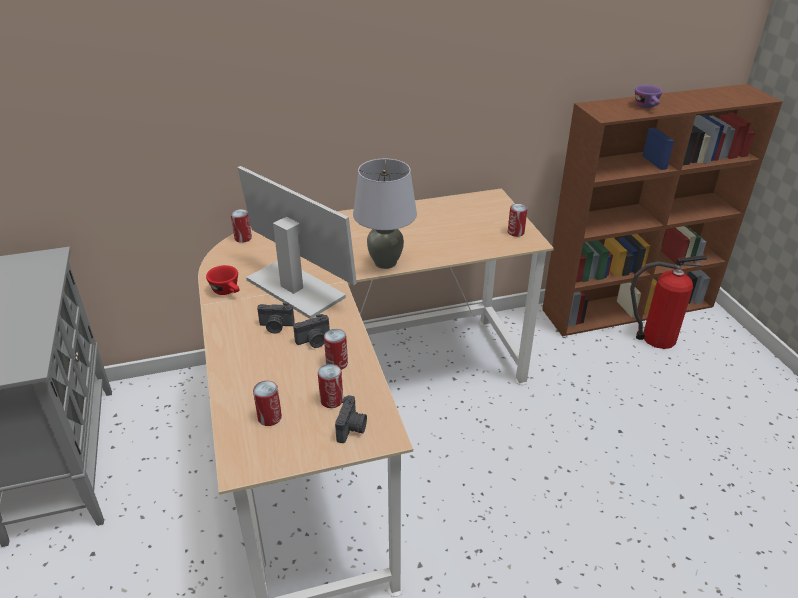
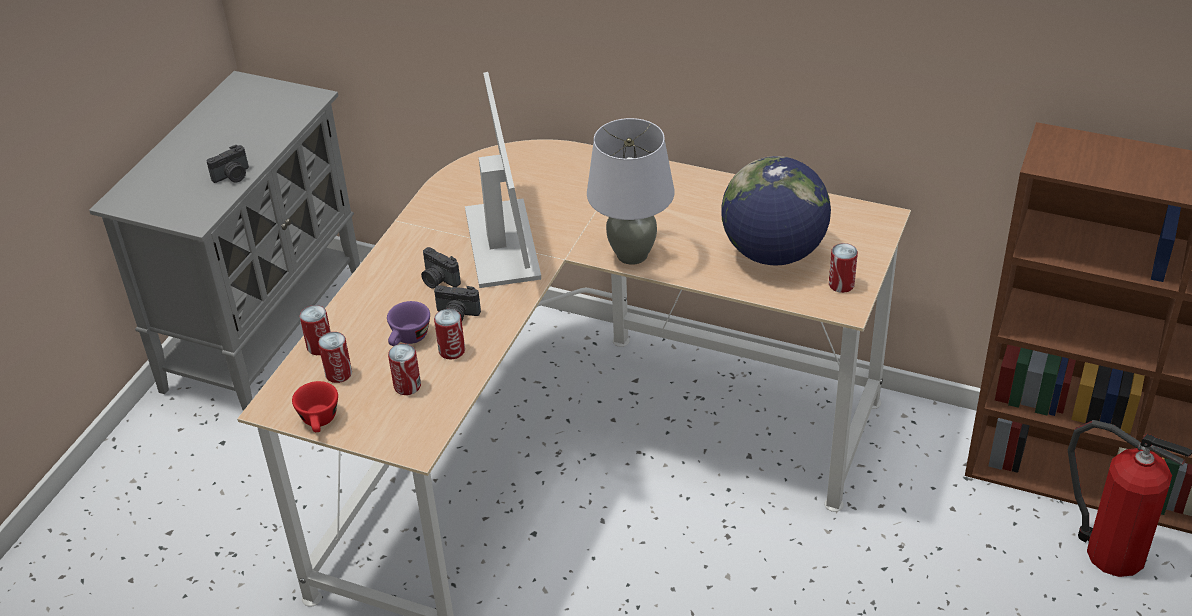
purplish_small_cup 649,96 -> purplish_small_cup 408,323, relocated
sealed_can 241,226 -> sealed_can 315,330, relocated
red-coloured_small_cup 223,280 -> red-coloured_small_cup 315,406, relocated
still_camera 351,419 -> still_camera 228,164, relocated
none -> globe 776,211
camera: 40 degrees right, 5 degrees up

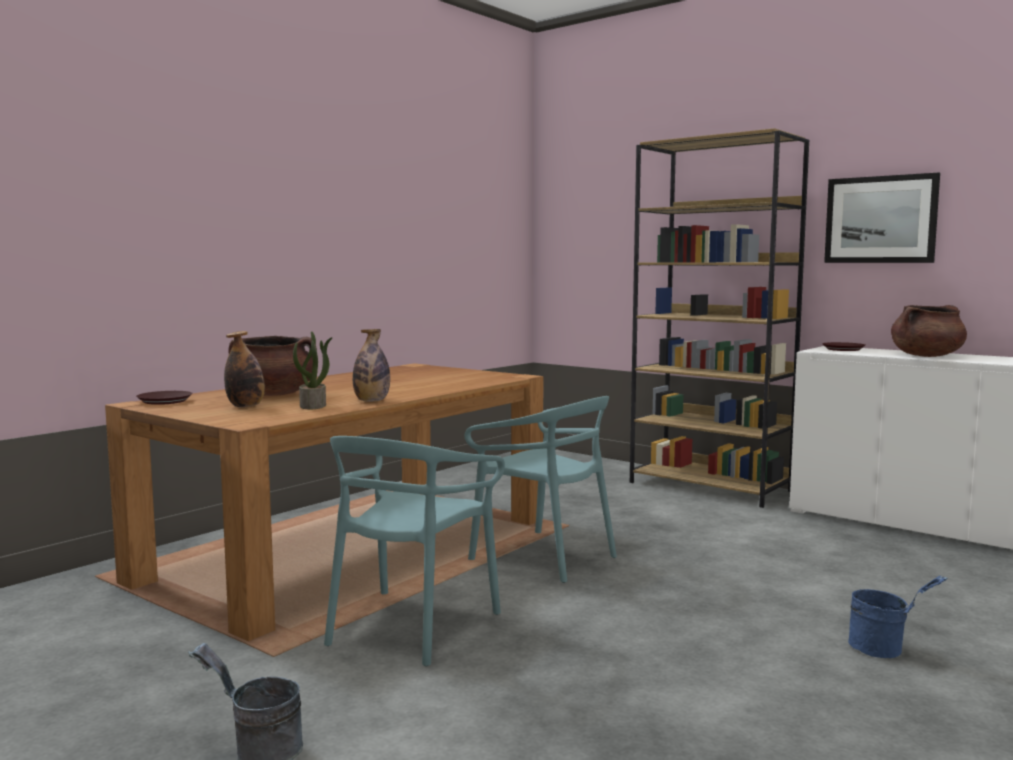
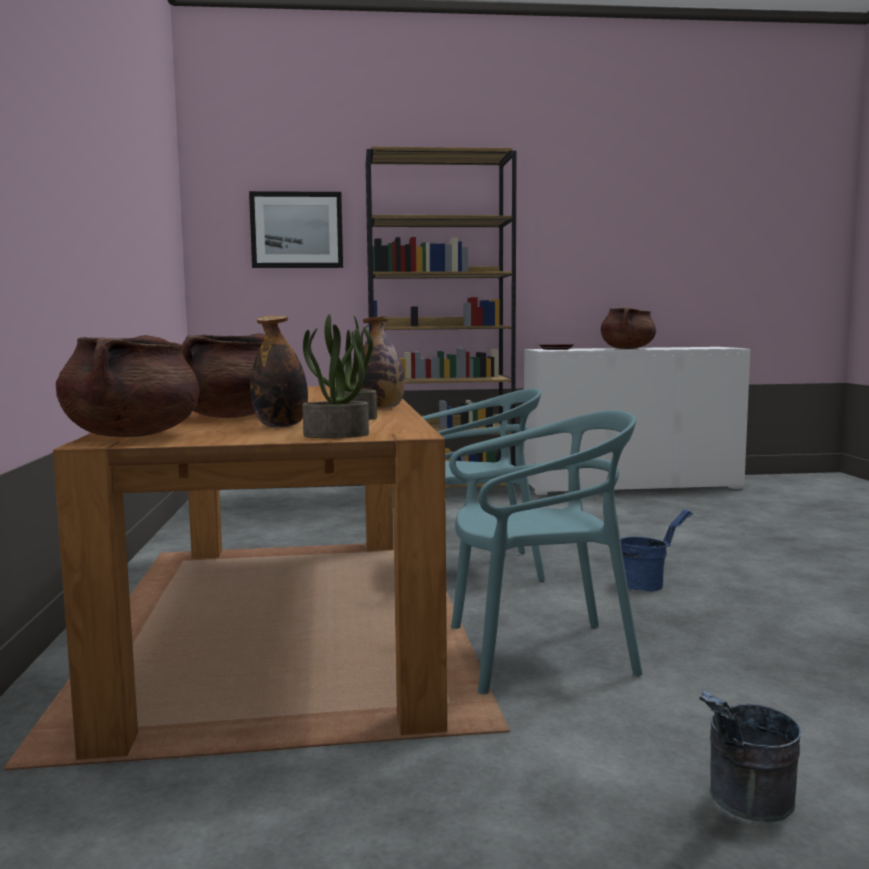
wall_picture 882,218 -> wall_picture 296,229, relocated
brown_plate 164,398 -> brown_stockpot 128,386
turquoise_plain_chair 414,551 -> turquoise_plain_chair 545,552, 75 degrees counterclockwise
blue-coloured_pail 898,617 -> blue-coloured_pail 656,550, relocated
none -> houseplant 336,376
camera: 45 degrees left, 0 degrees up

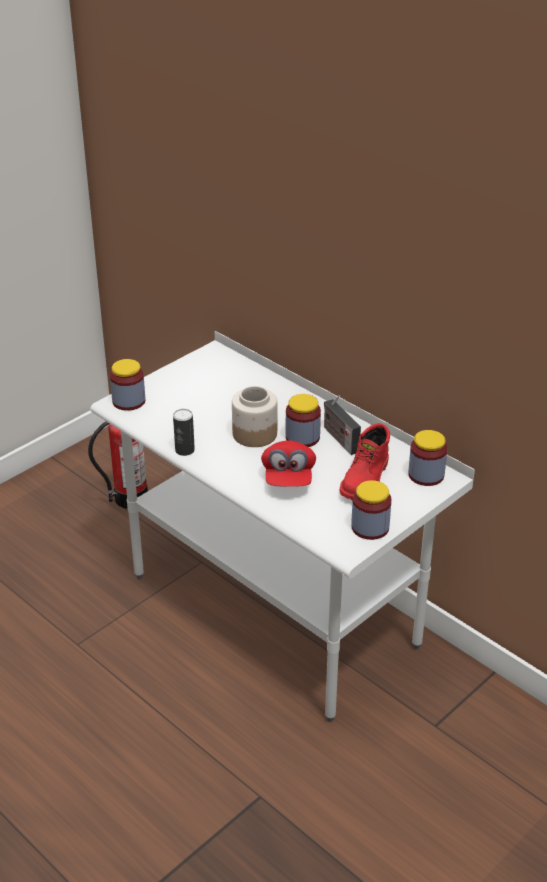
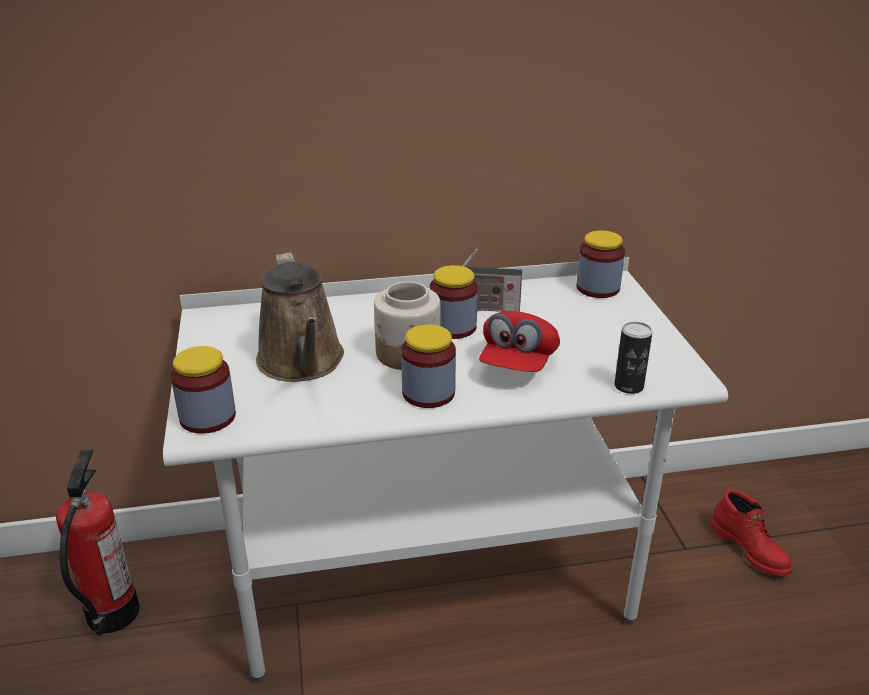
sealed_can 184,432 -> sealed_can 633,358, relocated
red-coloured_high-top_boot 365,461 -> red-coloured_high-top_boot 751,532, relocated
red-coloured_peaked_cap 288,463 -> red-coloured_peaked_cap 519,341, 75 degrees clockwise
storage_jar 371,510 -> storage_jar 428,366, relocated
none -> brown_watering_can 300,317
camera: 55 degrees left, 5 degrees down

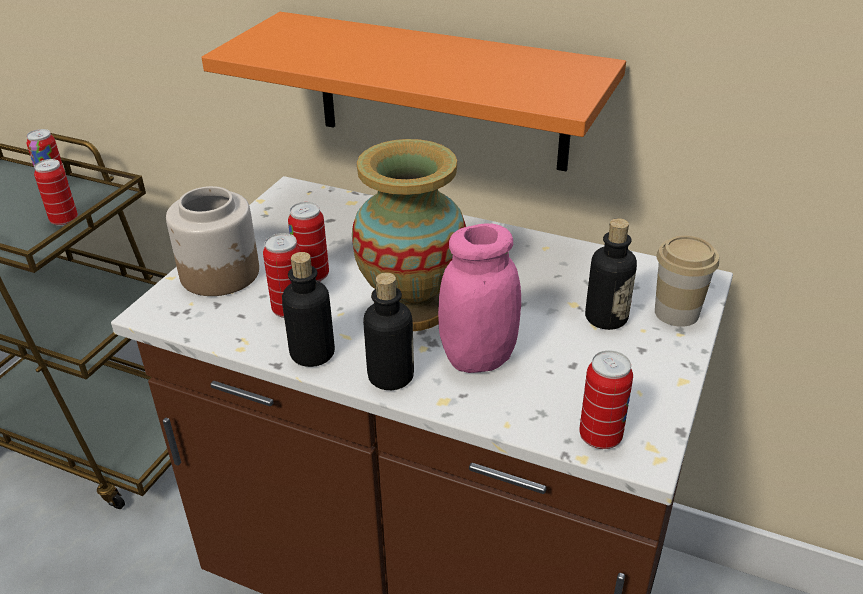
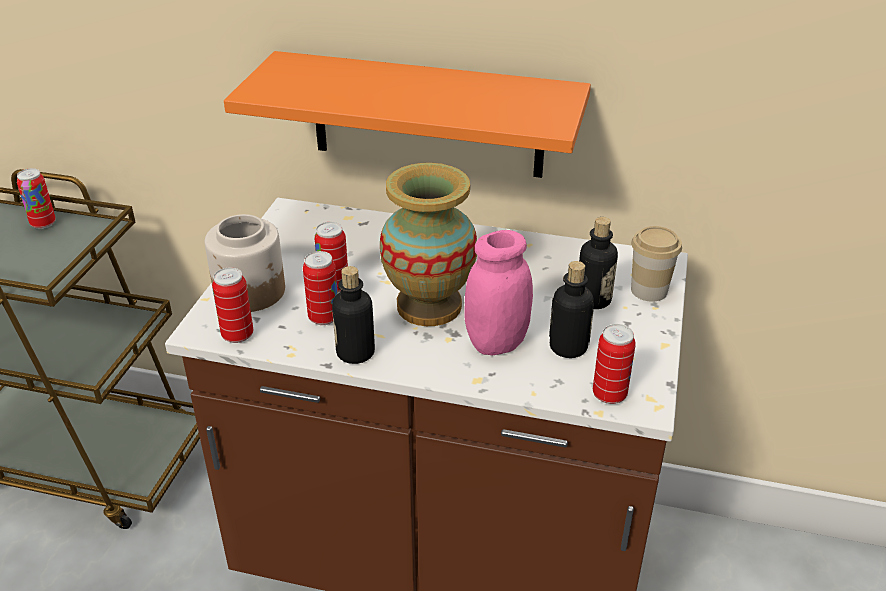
sealed_can 56,192 -> sealed_can 232,305, relocated
beverage_bottle 388,331 -> beverage_bottle 571,309, relocated
camera: 10 degrees left, 0 degrees up

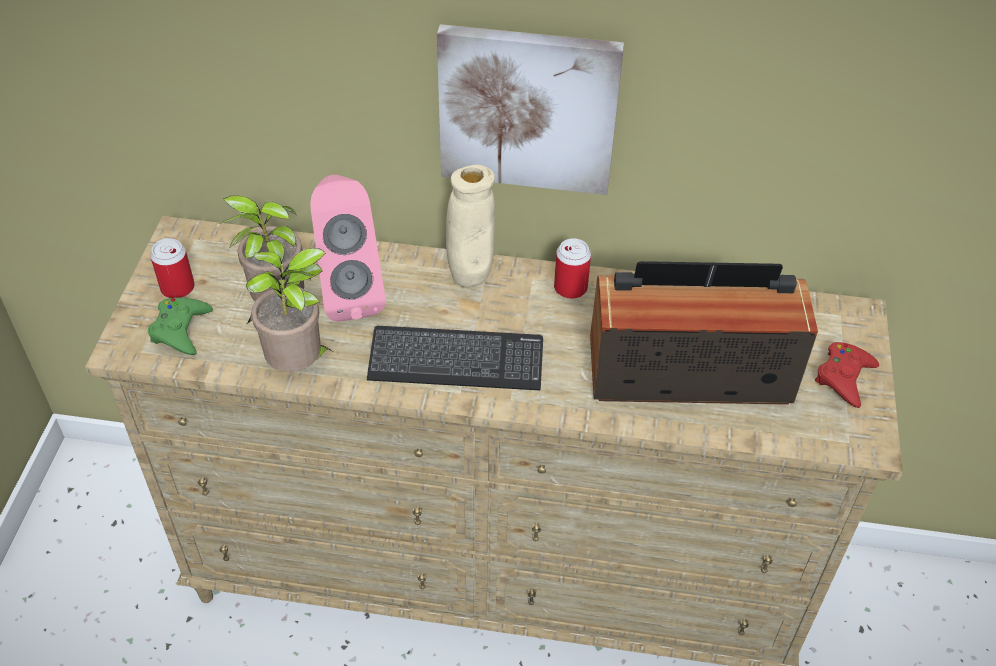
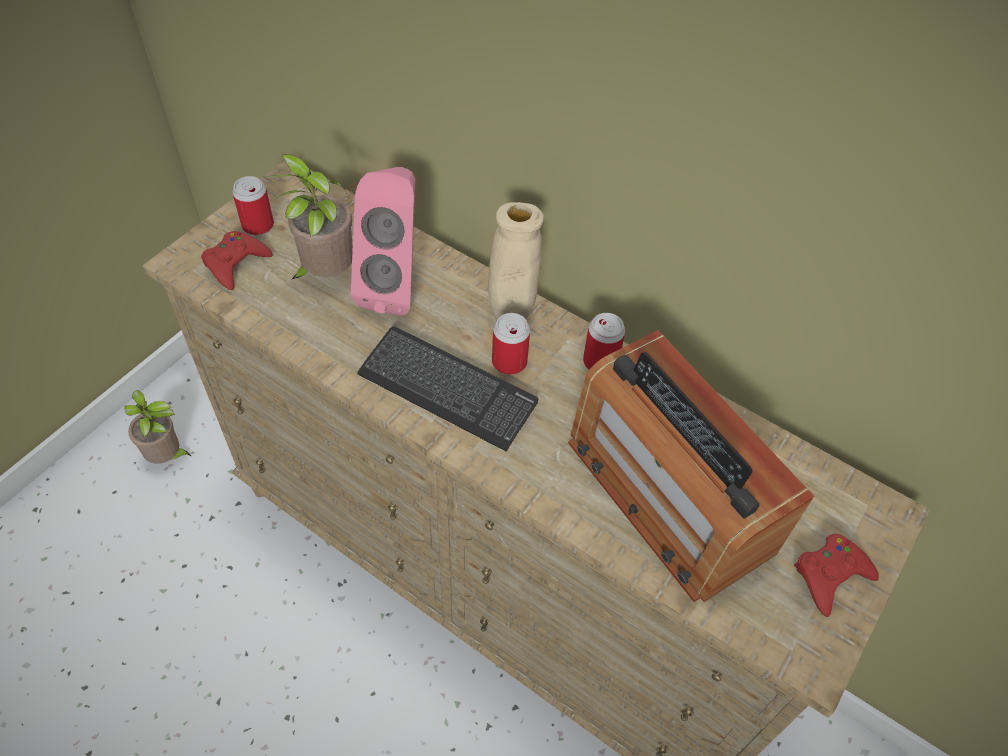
wall_picture 530,109 -> none
houseplant 289,310 -> houseplant 158,427, relocated
radio_set 704,333 -> radio_set 691,466, 150 degrees counterclockwise
green_game_controller 180,326 -> red-coloured_game_controller 237,260
none -> sealed_can 511,344
camera: 25 degrees right, 5 degrees up

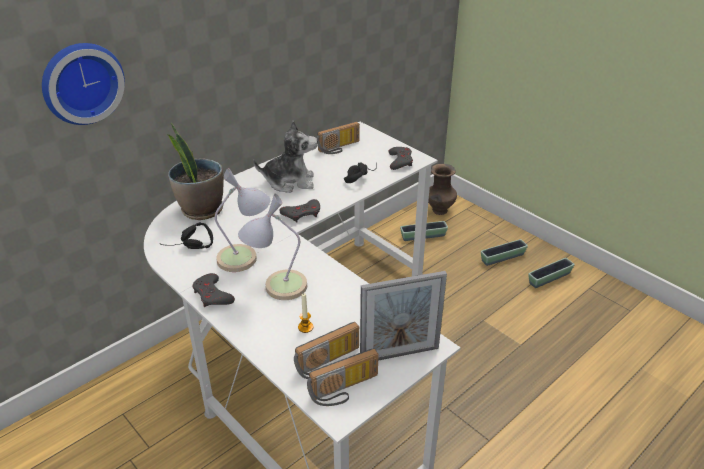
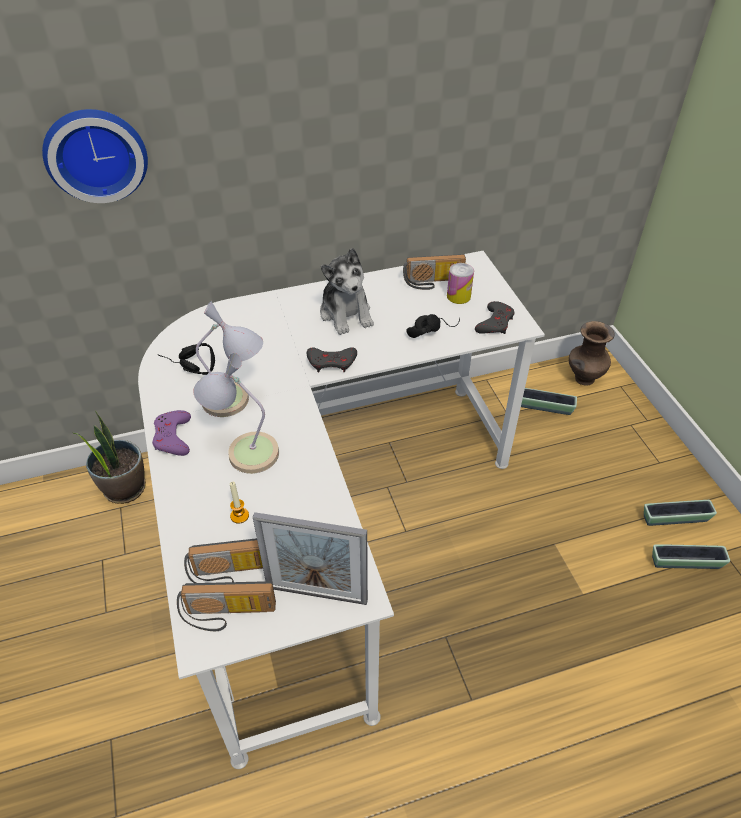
plush_toy 285,156 -> plush_toy 347,291, 45 degrees clockwise
houseplant 195,171 -> houseplant 110,457, relocated
planter 504,252 -> planter 691,556, relocated
greyish_game_controller 214,290 -> purplish_game_controller 171,433
none -> sealed_can 460,283
camera: 25 degrees right, 10 degrees up

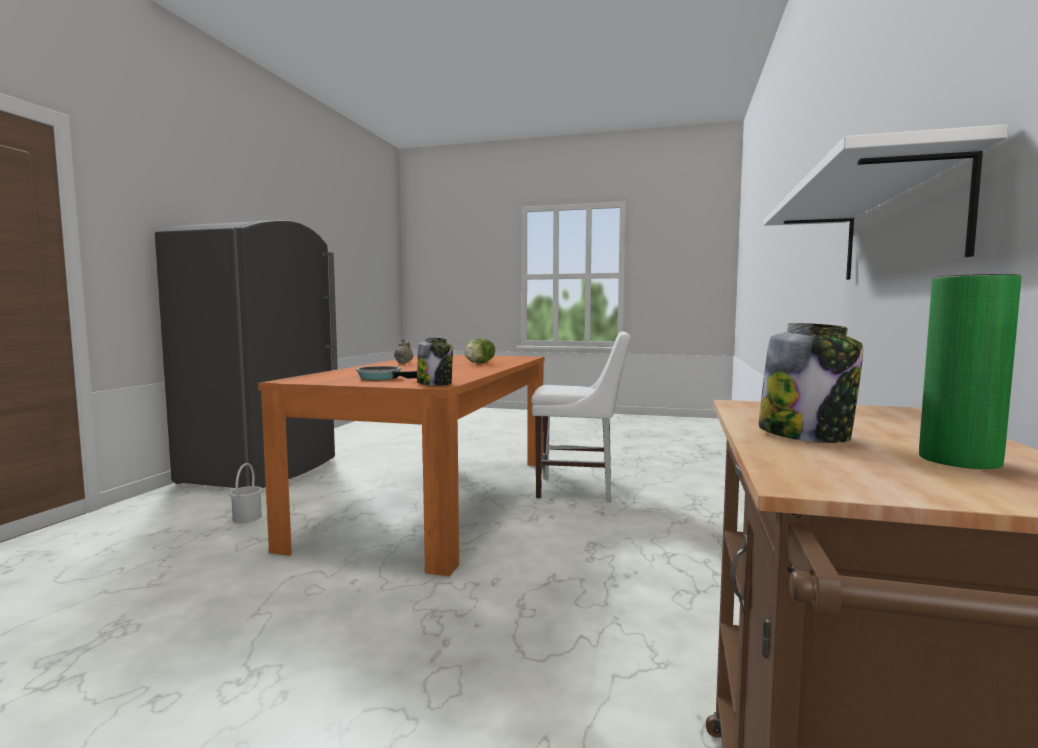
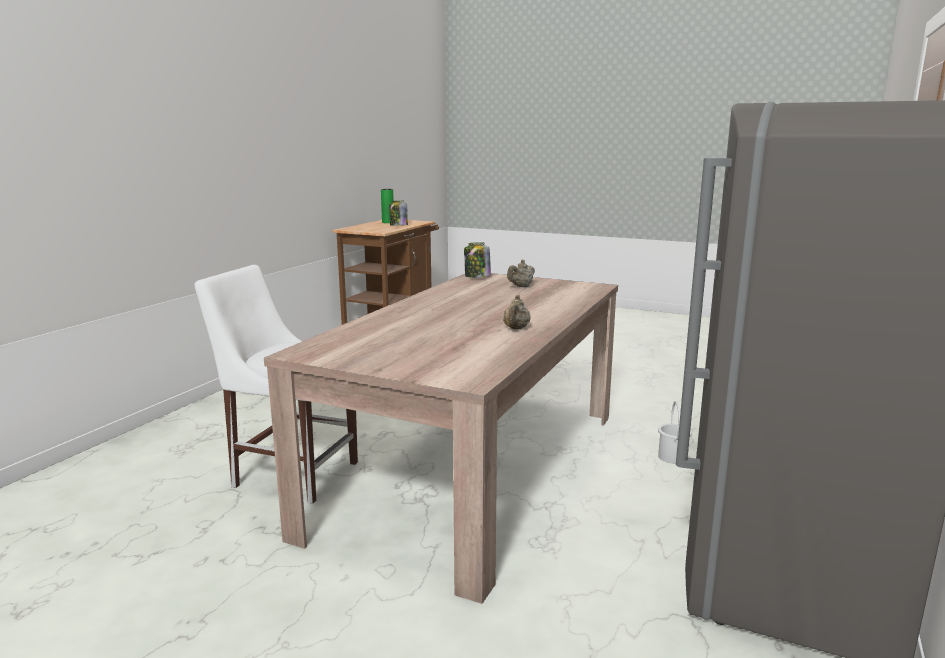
whitish_bracket_shelf 886,202 -> none
lettuce_head 480,350 -> none
orange_kitchen_table 401,465 -> beige-coloured_kitchen_table 441,438
frying_pan 386,373 -> beige-coloured_pot_for_tea 521,273
camera: 170 degrees left, 10 degrees up

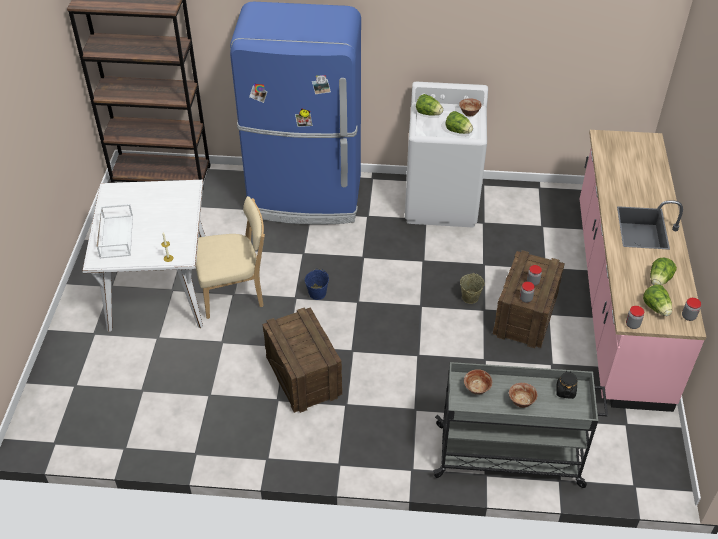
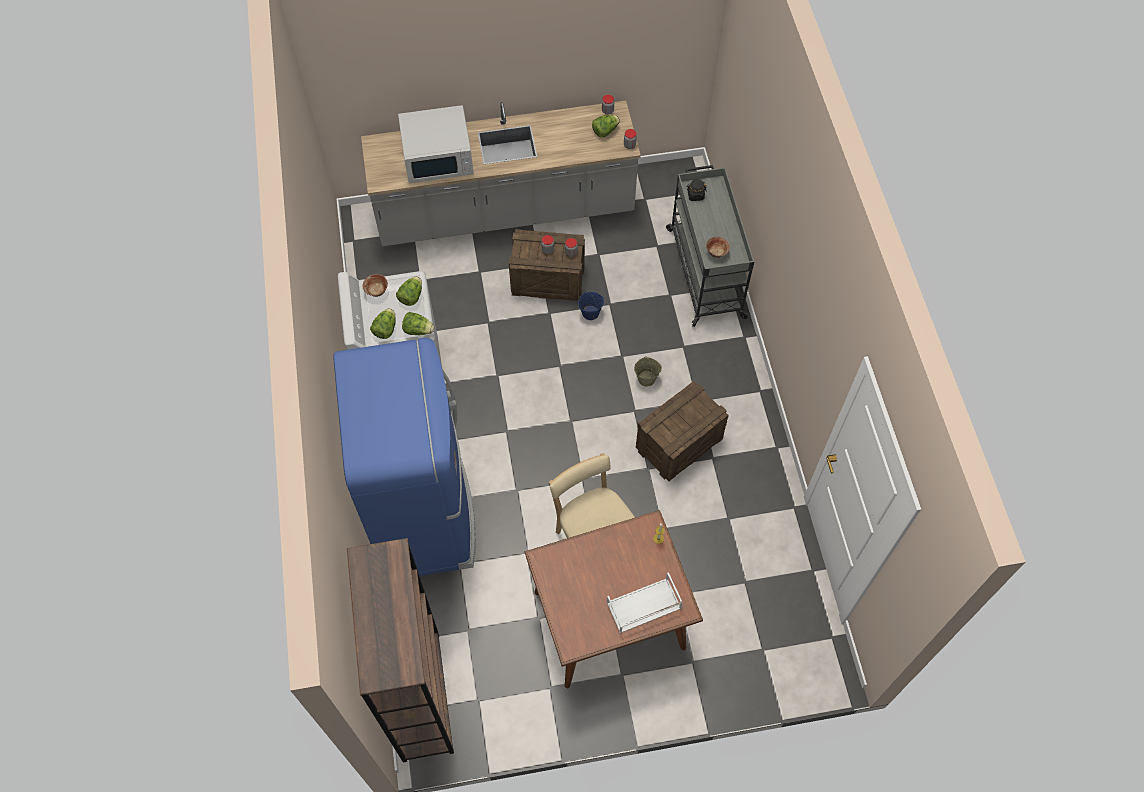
pink_kitchen_base_unit 643,271 -> greyish_kitchen_base_unit 501,173
whitish_kitchen_table 143,256 -> brown_kitchen_table 614,599
lettuce_head 663,271 -> lettuce_head 418,323, relocated
blue-coloured_pail 317,284 -> blue-coloured_pail 591,305, relocated
beige-coloured_pail 472,288 -> beige-coloured_pail 648,371, relocated
serving_bowl 523,395 -> none
none -> whitish_kitchen_microwave 436,144
camera: 105 degrees left, 15 degrees up

